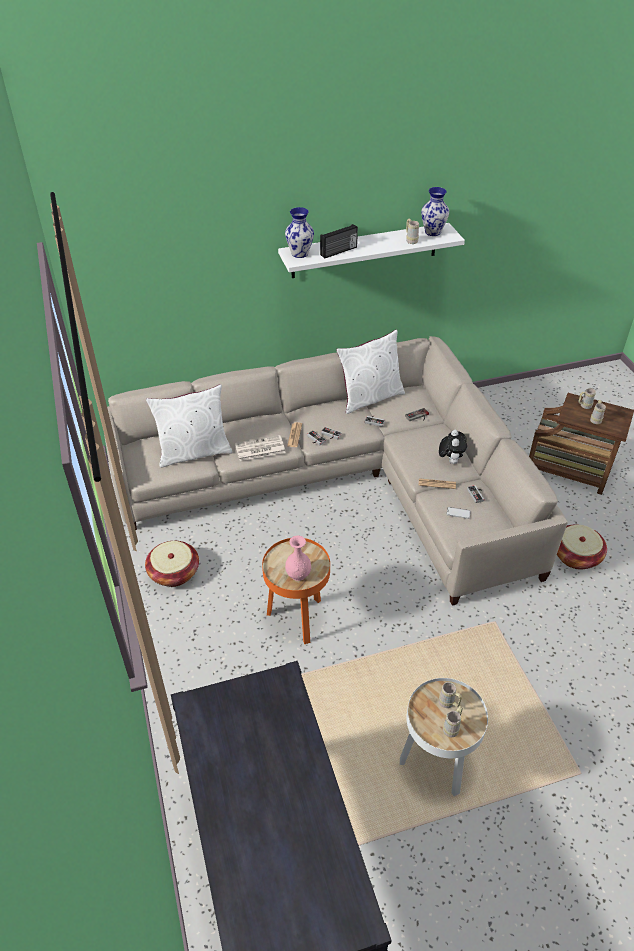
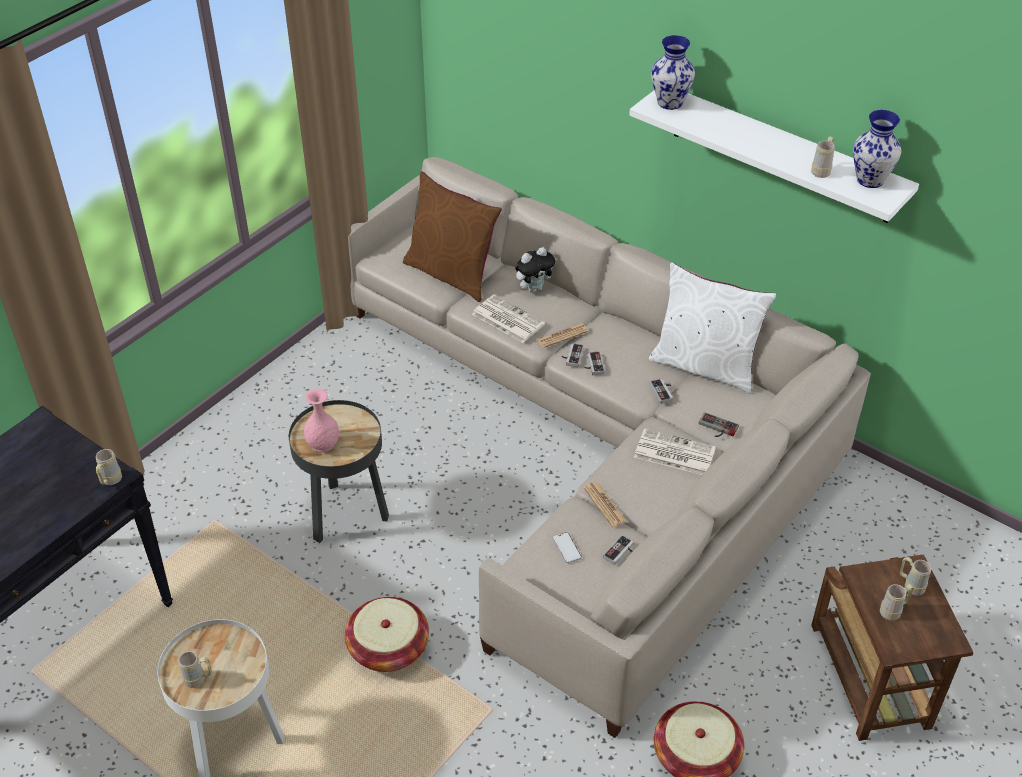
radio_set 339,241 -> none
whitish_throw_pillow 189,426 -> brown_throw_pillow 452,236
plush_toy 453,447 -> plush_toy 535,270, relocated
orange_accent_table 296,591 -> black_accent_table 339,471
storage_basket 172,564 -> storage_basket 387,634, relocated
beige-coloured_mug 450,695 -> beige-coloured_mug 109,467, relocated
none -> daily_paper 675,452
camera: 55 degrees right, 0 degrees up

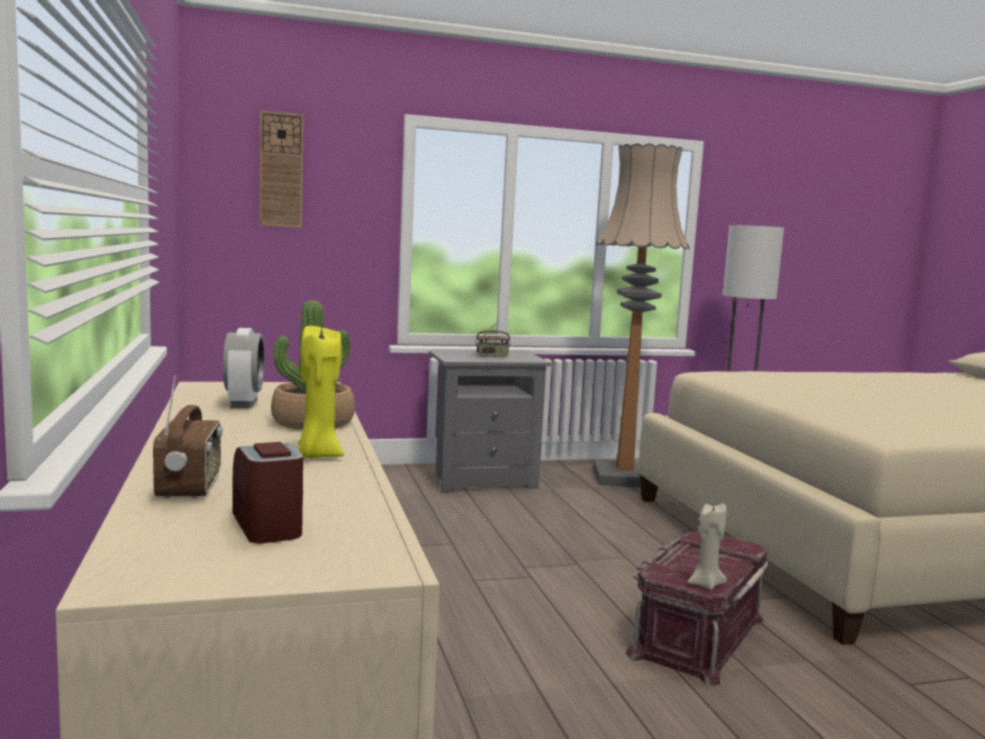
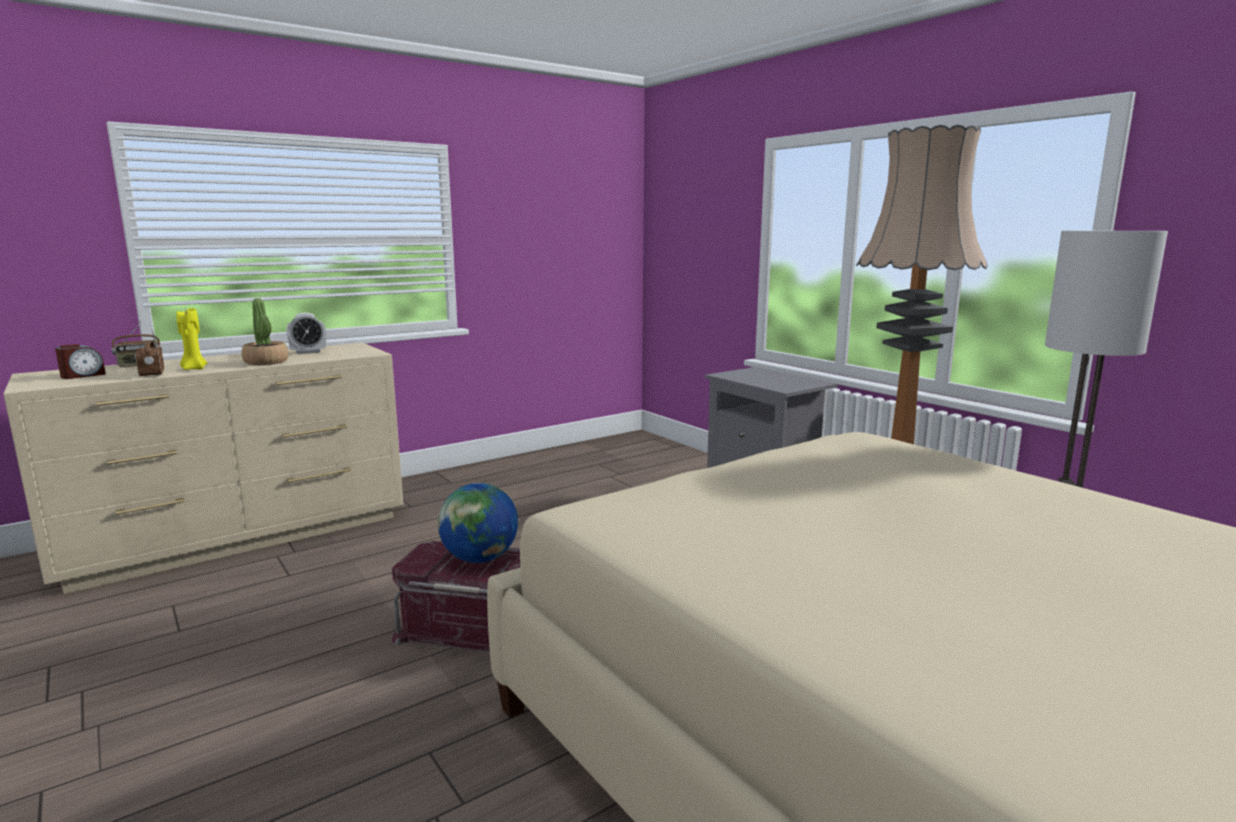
wall_clock 281,169 -> none
radio_set 493,339 -> radio_set 149,353, relocated
beige-coloured_candle 707,547 -> none
none -> globe 478,523
camera: 70 degrees right, 5 degrees up

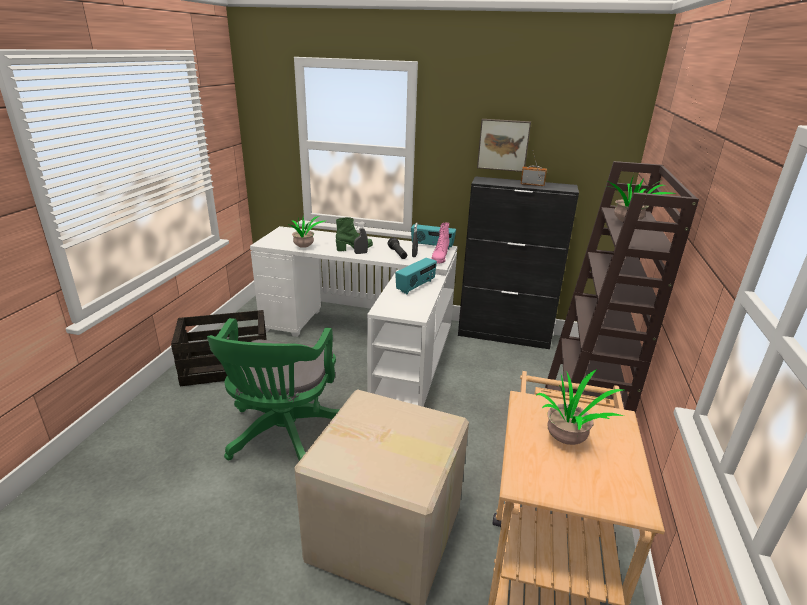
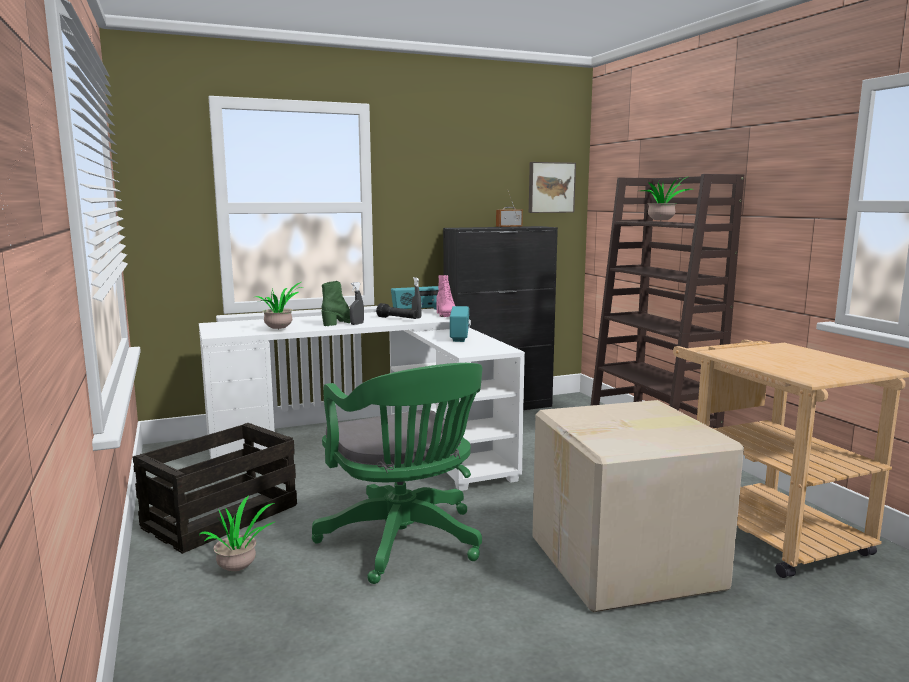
wall_picture 504,145 -> wall_picture 552,187, relocated
houseplant 580,407 -> houseplant 237,533, relocated
camera: 35 degrees left, 15 degrees down

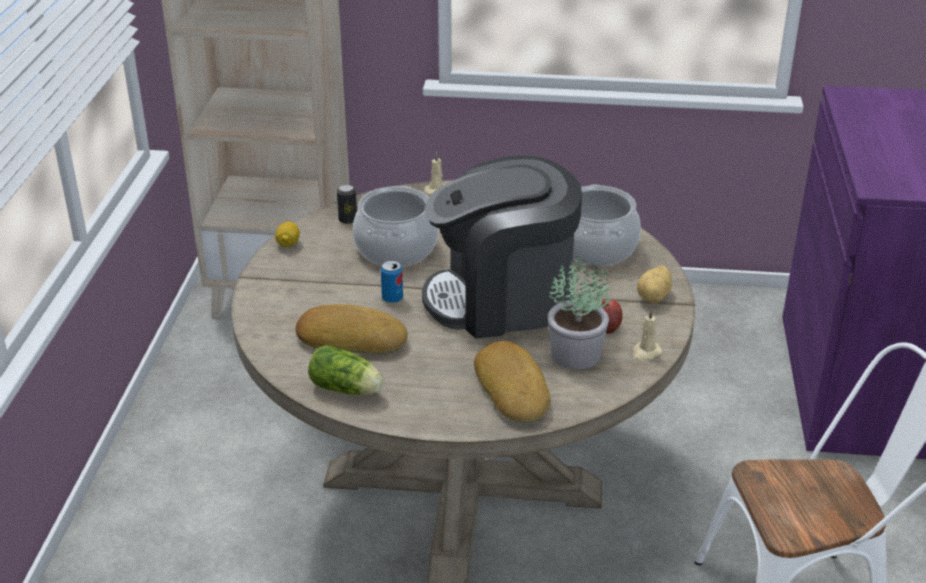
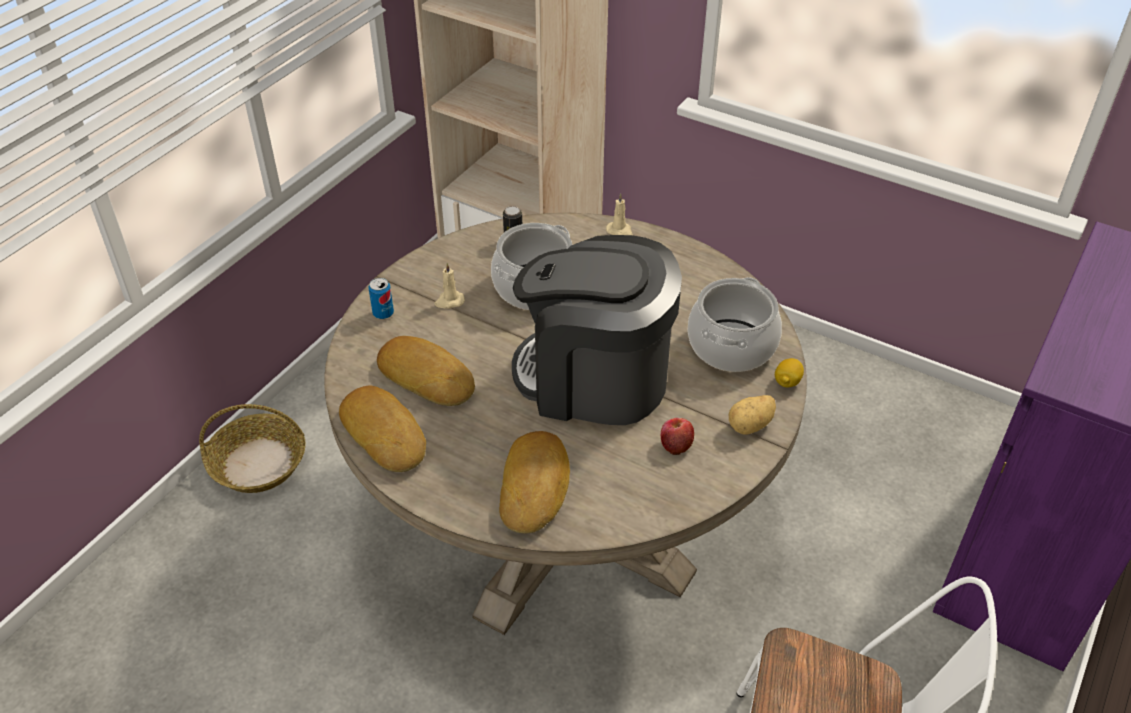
whole_lemon 287,234 -> whole_lemon 789,373, relocated
houseplant 578,312 -> none
sealed_can 392,281 -> sealed_can 381,298, relocated
beige-coloured_candle 647,335 -> beige-coloured_candle 449,286, relocated
lettuce_head 345,370 -> baked_bread 382,429
none -> storage_basket 252,448
camera: 25 degrees right, 10 degrees up

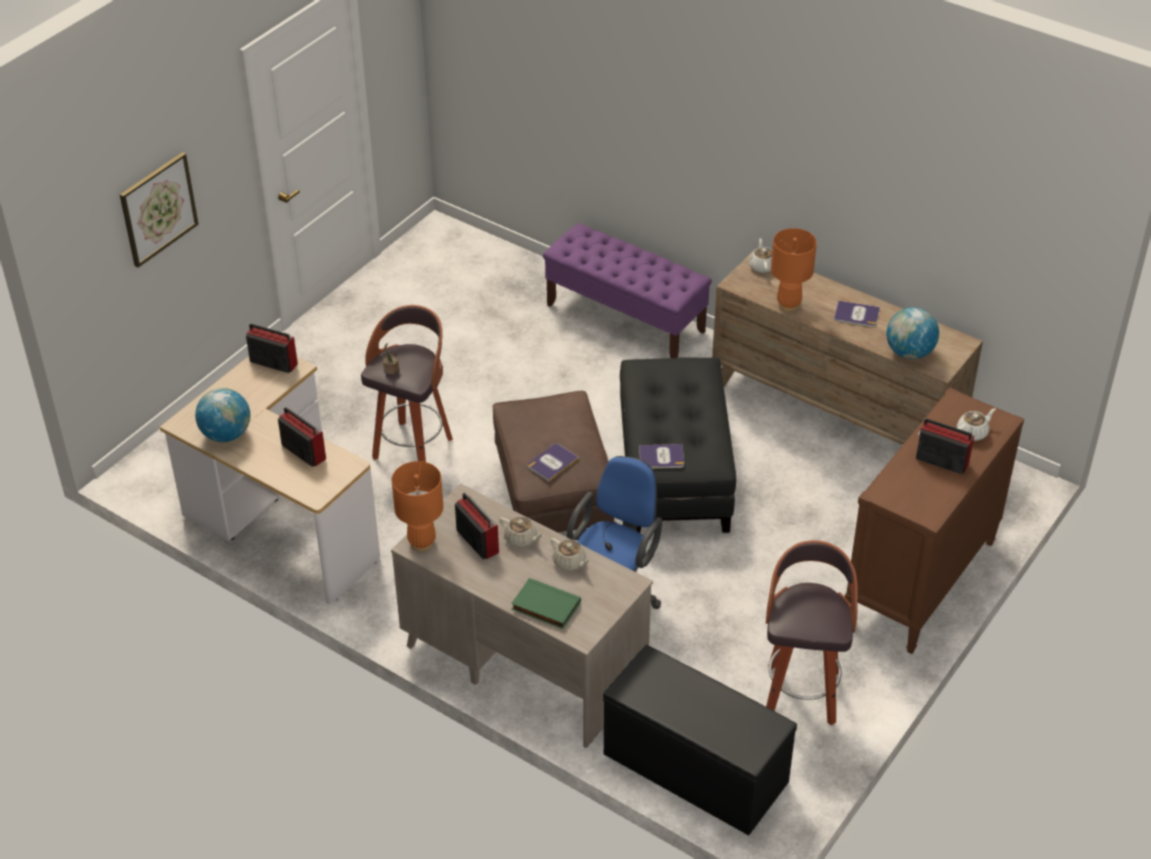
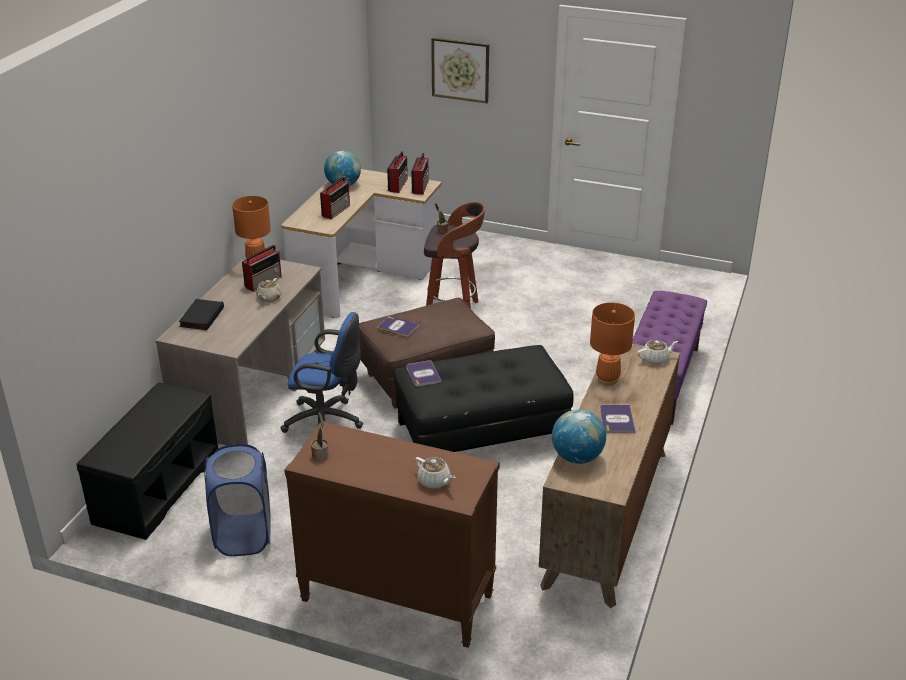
radio_set 945,446 -> radio_set 397,172, relocated
beige-coloured_pot_for_tea 570,554 -> none
sitting_stool 812,632 -> blue-coloured_hamper 237,500
green_bound_book 546,603 -> black_bound_book 201,314
none -> houseplant 320,436
camera: 75 degrees right, 10 degrees down

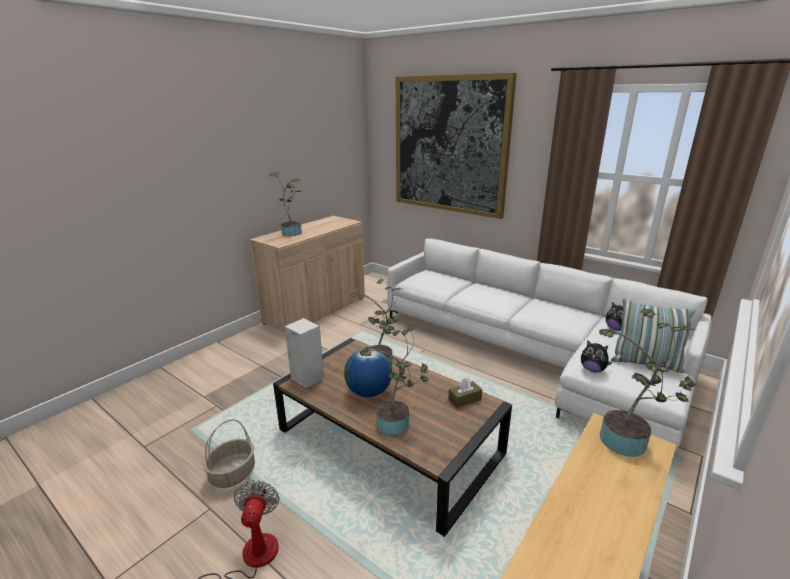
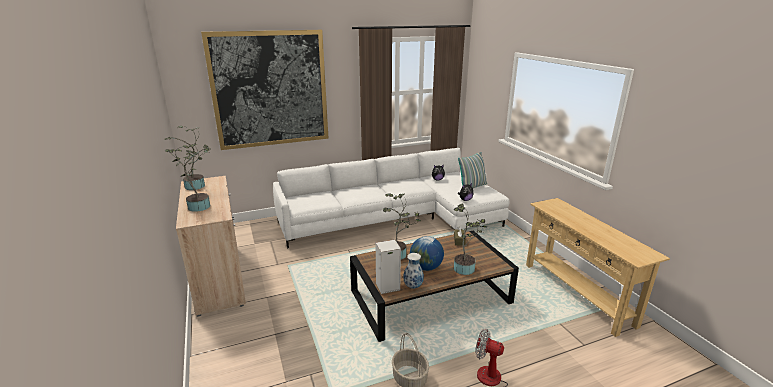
houseplant 647,383 -> houseplant 187,158, relocated
none -> vase 413,271
camera: 60 degrees left, 0 degrees up

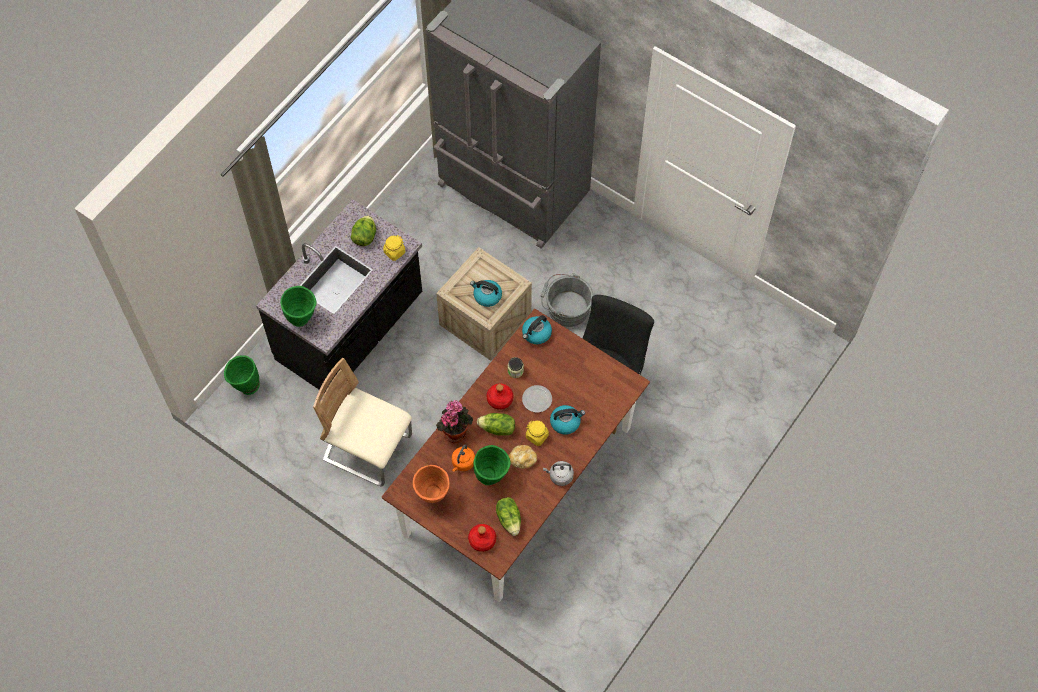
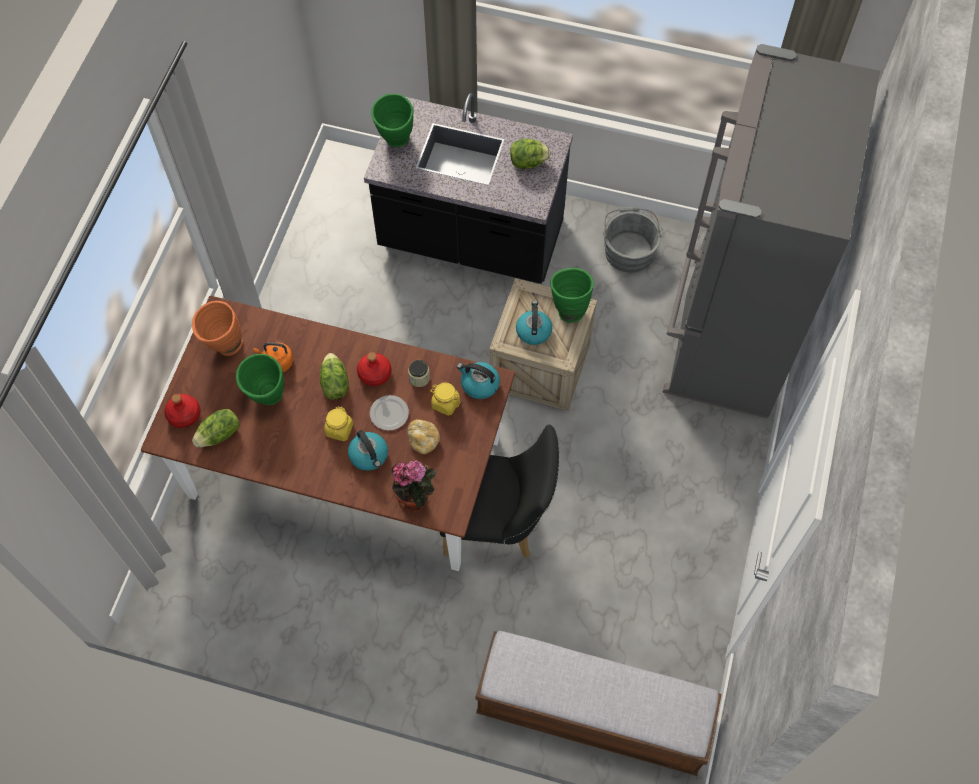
yellow_storage_jar 394,248 -> yellow_storage_jar 445,399, relocated
greyish_pail 567,300 -> greyish_pail 633,240, relocated
green_vase 242,375 -> green_vase 572,295, relocated
beige-coloured_plain_chair 362,422 -> none
houseplant 454,421 -> houseplant 413,486, relocated
baked_bread 523,457 -> baked_bread 423,436, relocated
greyish_water_kettle 558,473 -> none
none -> bench 599,703
camera: 70 degrees right, 0 degrees up

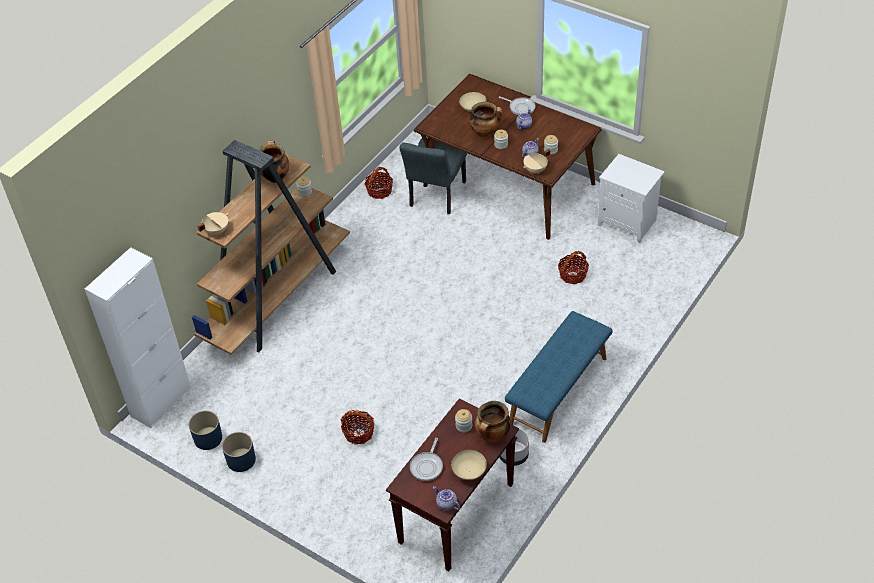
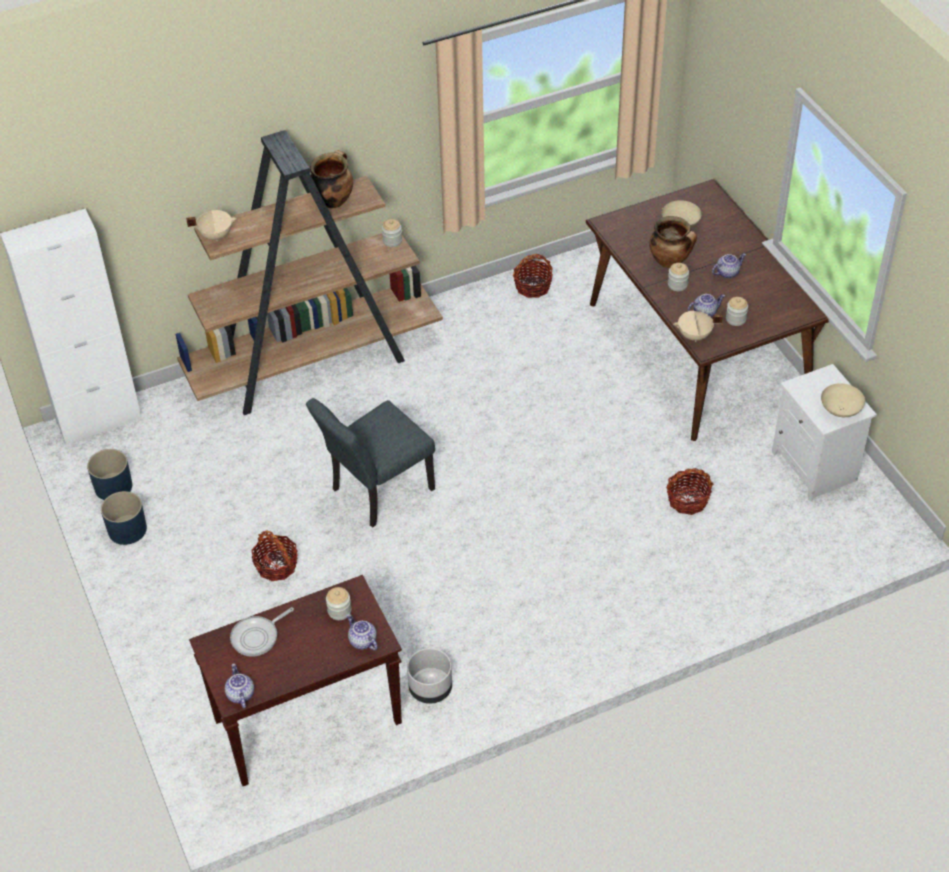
frying_pan 517,105 -> none
greyish_plain_chair 433,176 -> greyish_plain_chair 370,462, relocated
blue-coloured_bench 559,377 -> none
stockpot 493,421 -> pot_for_tea 362,632
beige-coloured_serving_bowl 469,465 -> beige-coloured_serving_bowl 843,400, relocated
camera: 30 degrees right, 0 degrees up

